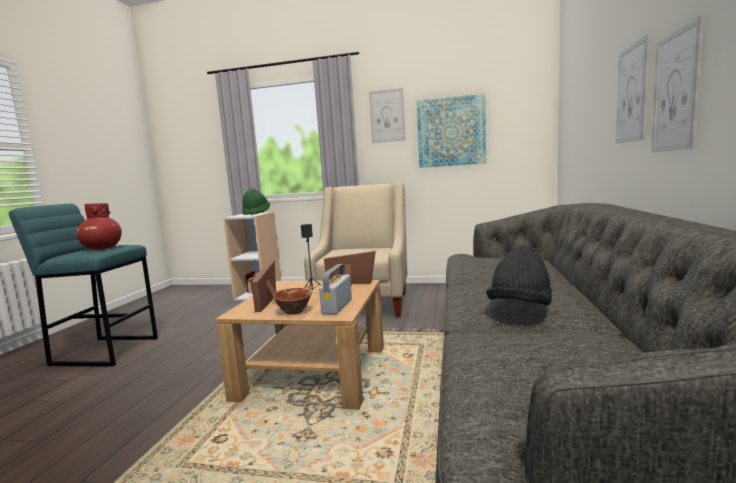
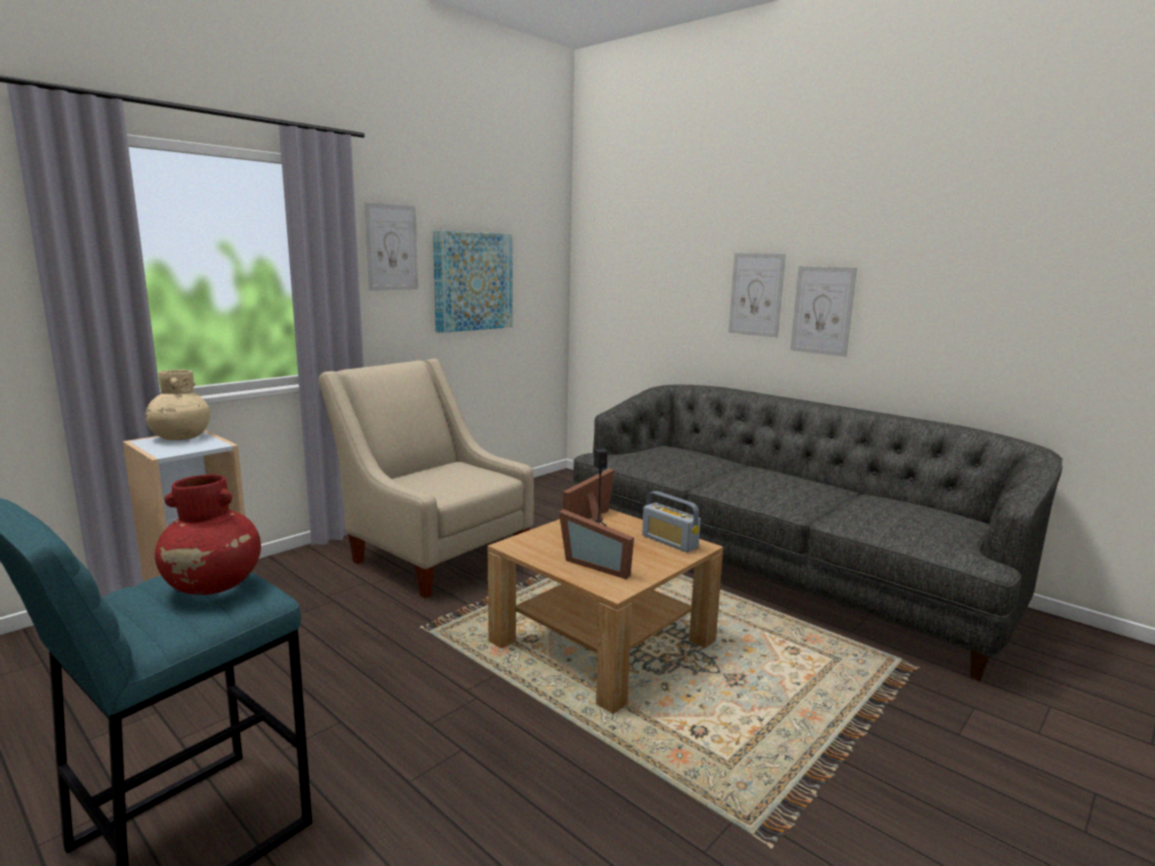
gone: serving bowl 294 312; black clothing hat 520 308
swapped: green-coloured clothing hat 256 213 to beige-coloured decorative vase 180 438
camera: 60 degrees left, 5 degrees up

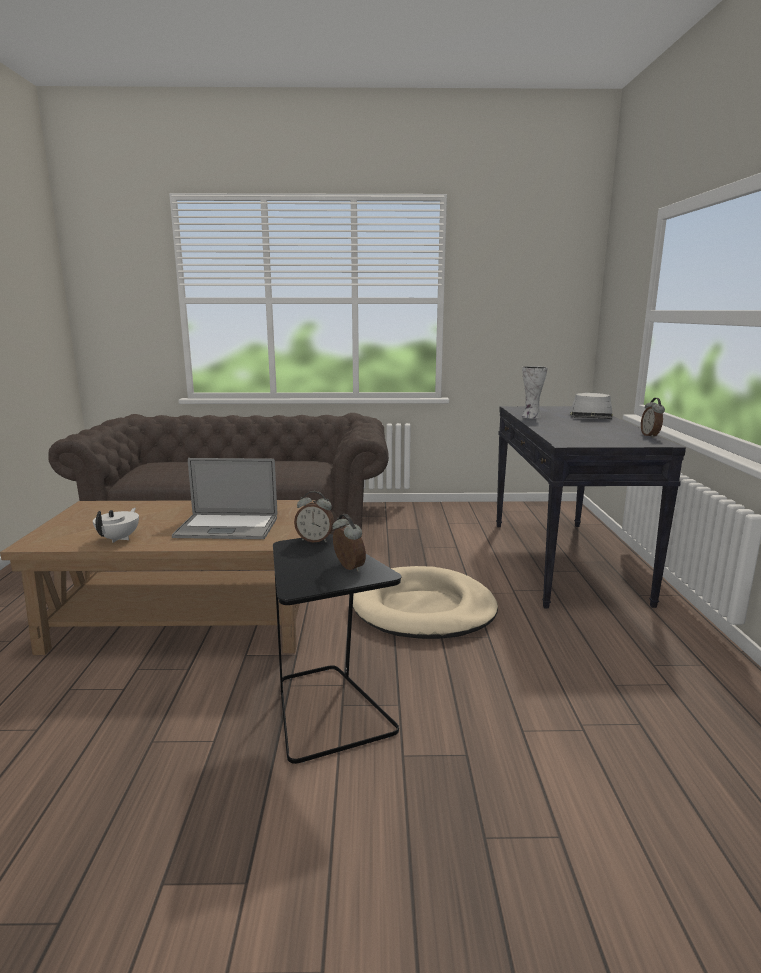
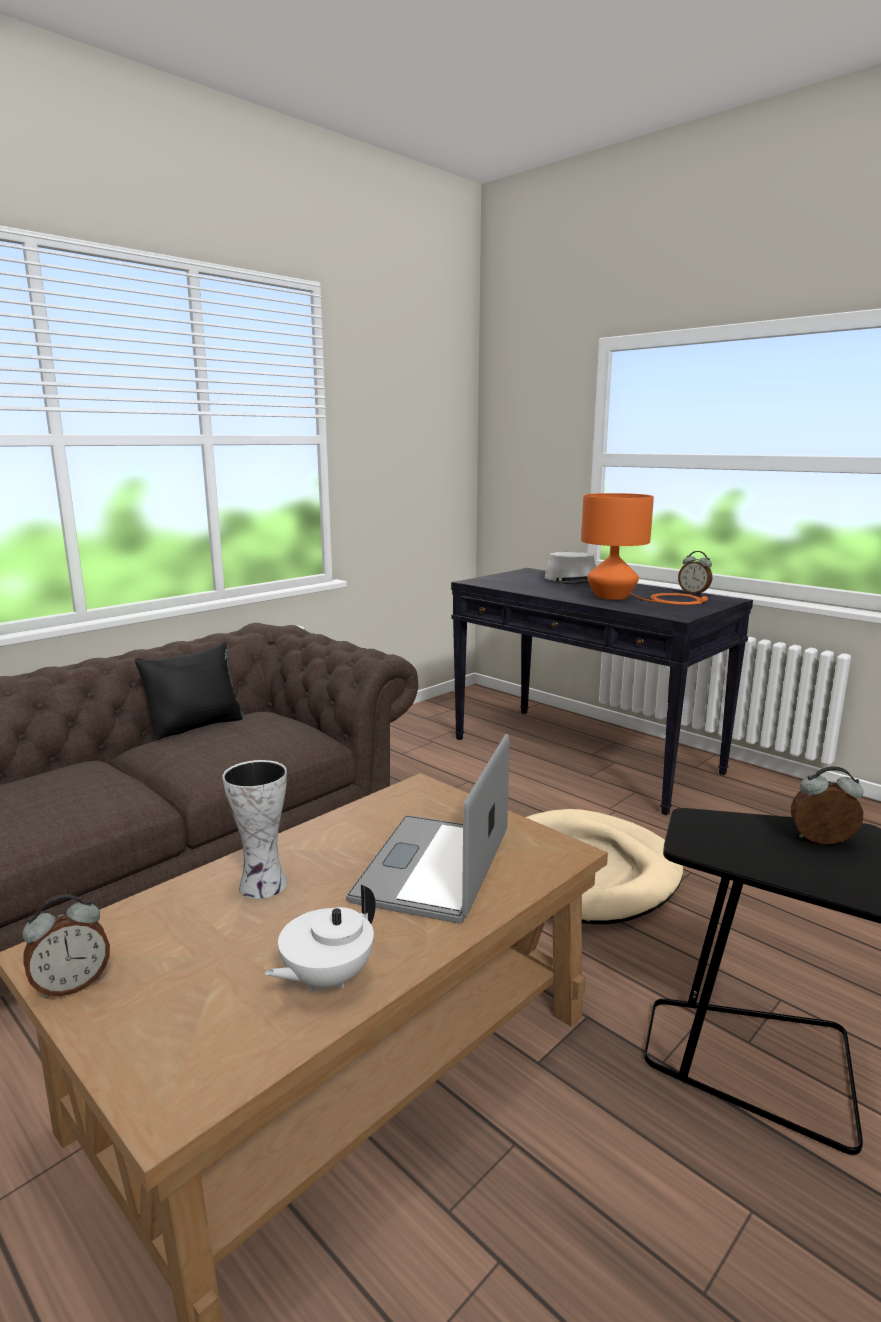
new: black cushion 196 726; orange-coloured table lamp 636 597
shifted: alarm clock 315 540 to 72 985; decorative vase 530 416 to 261 886
rotated: white-coloured teapot 119 538 = 326 978 105 degrees counterclockwise; laptop 227 527 = 433 866 150 degrees clockwise
camera: 45 degrees left, 0 degrees up

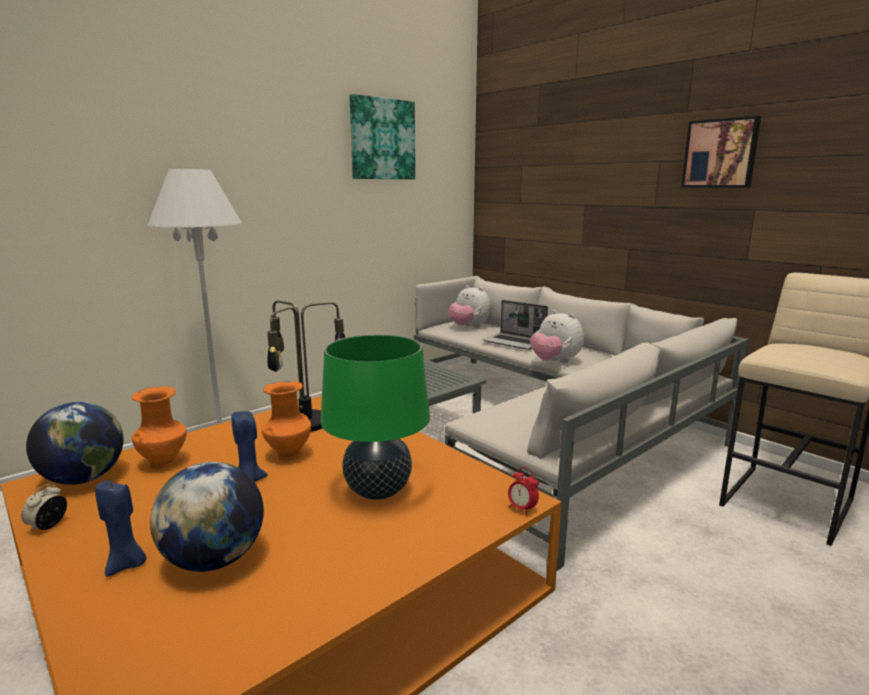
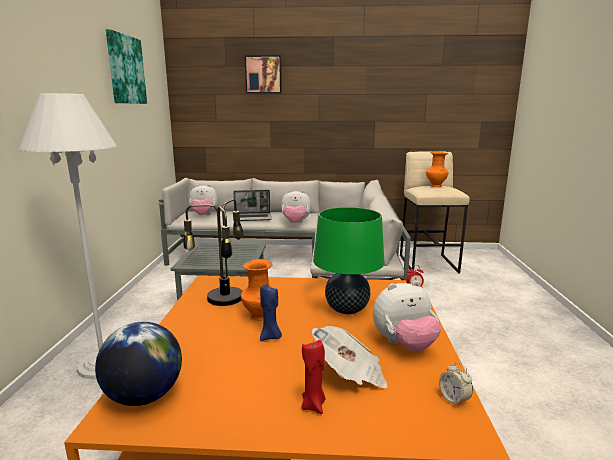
new: cuddly toy 404 345
shifted: alarm clock 48 526 to 454 399; orange-coloured decorative vase 164 463 to 435 186; wall art 720 153 to 263 74
swapped: world globe 214 559 to newspaper 350 374
repainted: bluish wax candle 127 565 to reddish wax candle 313 405
camera: 45 degrees left, 0 degrees up

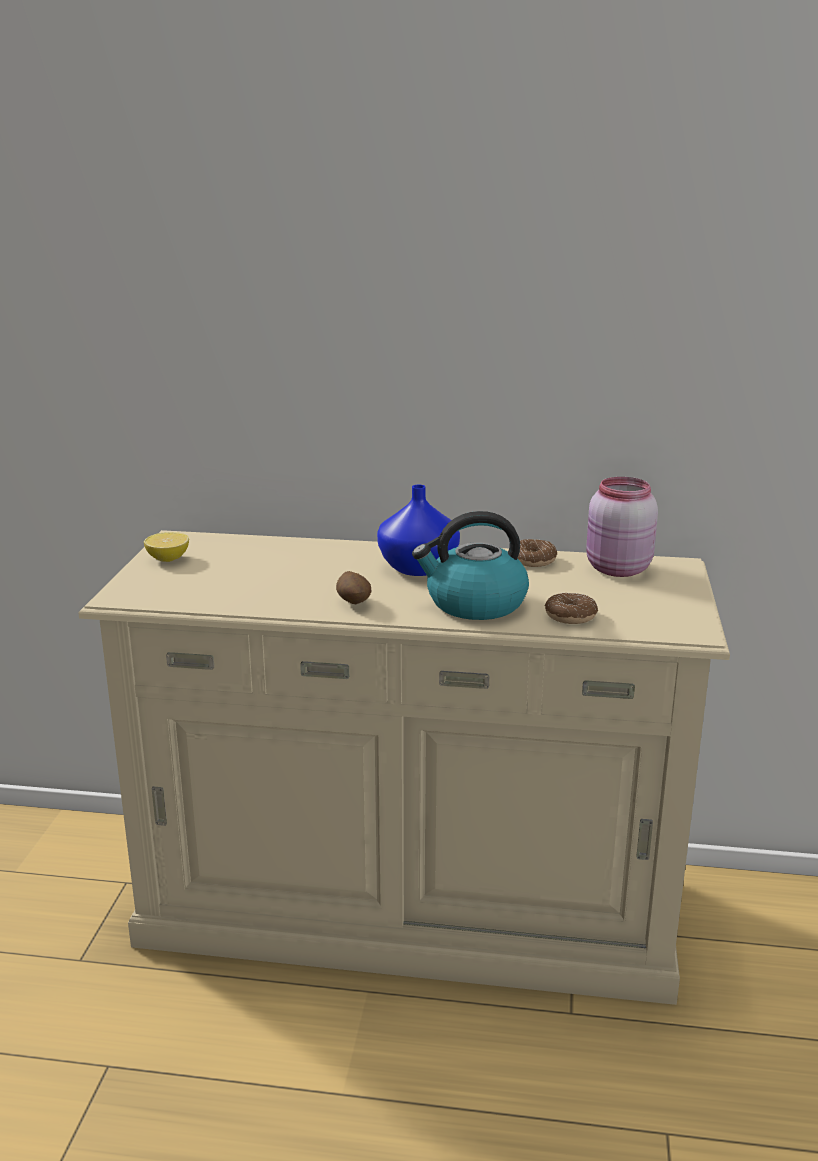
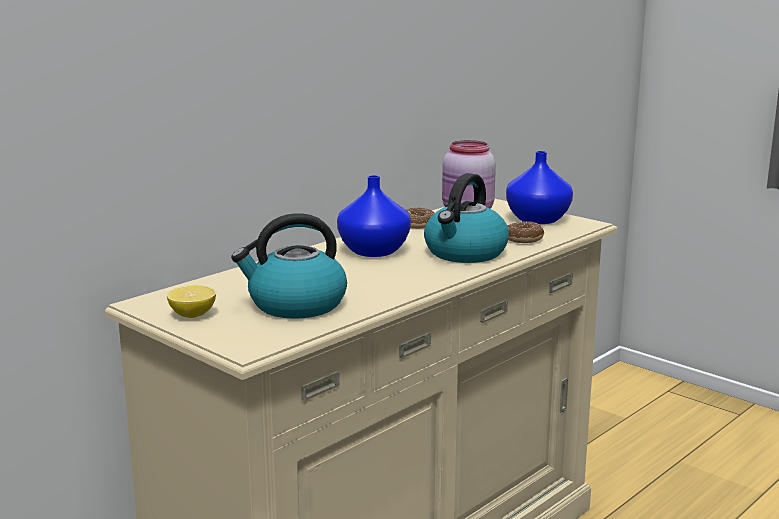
gone: spud 354 603
new: tea kettle 295 305; bluish decorative vase 536 219
camera: 55 degrees left, 5 degrees down

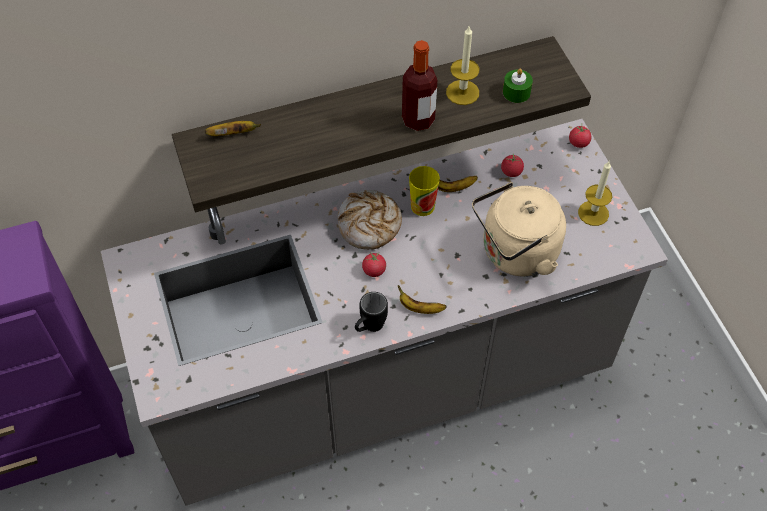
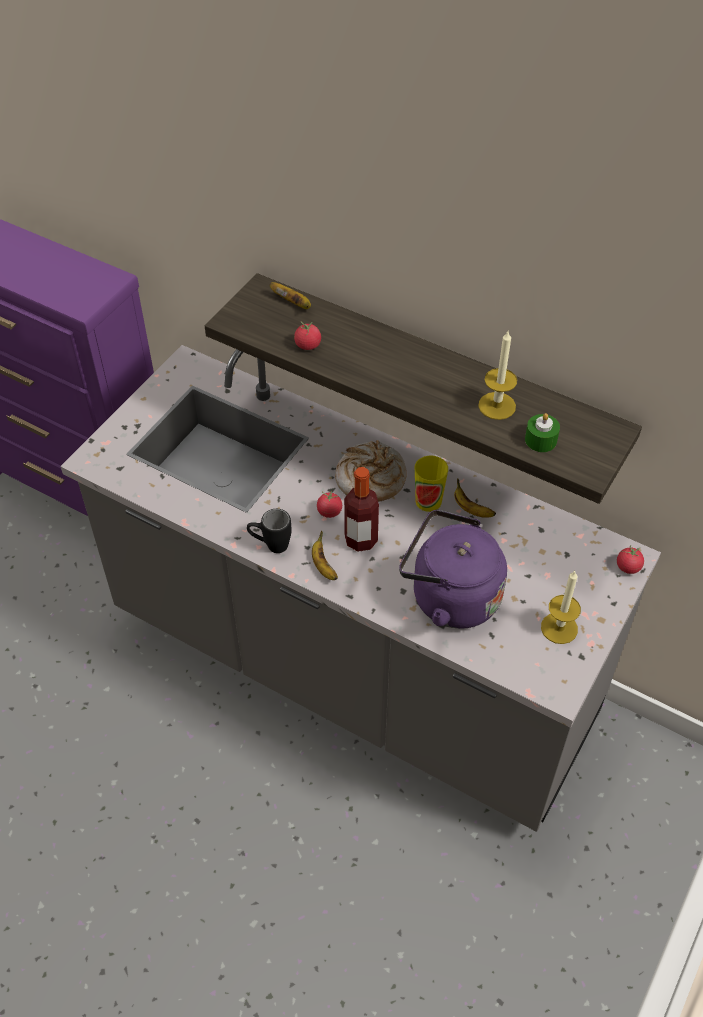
shifted: drink bottle 418 120 to 361 540; fresh tomato 511 172 to 308 345
repainted: beige-coloured tea kettle 515 253 to purplish tea kettle 449 597
camera: 50 degrees right, 5 degrees down

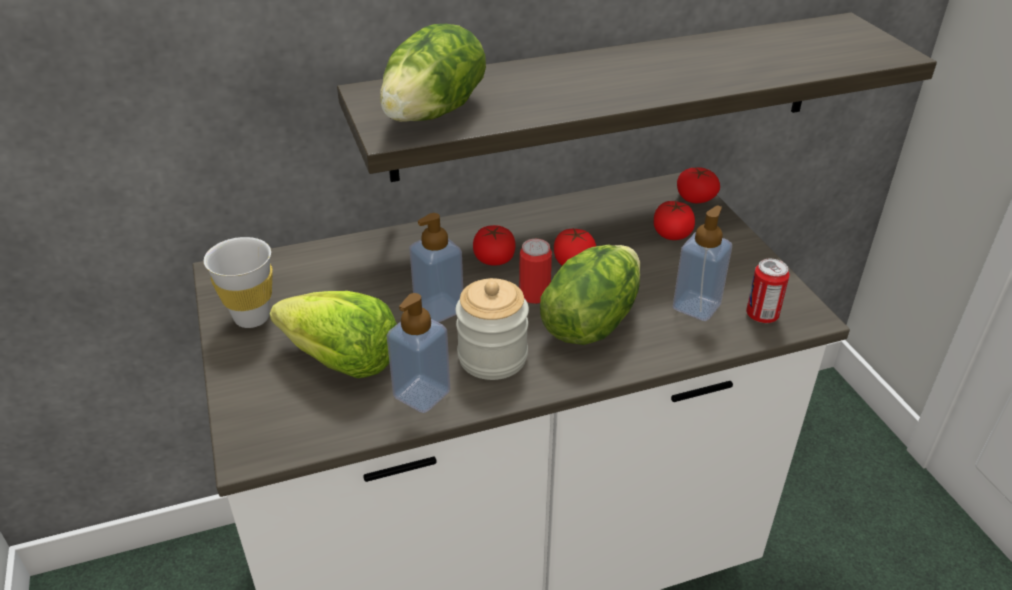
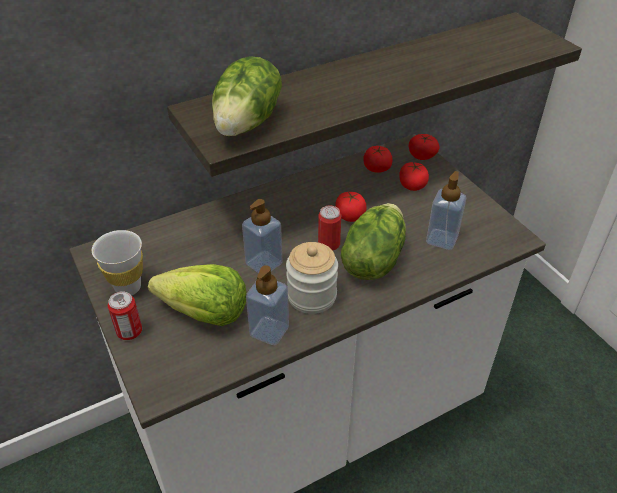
shifted: fresh tomato 494 258 to 377 168; sealed can 762 315 to 129 332
camera: 10 degrees left, 5 degrees up

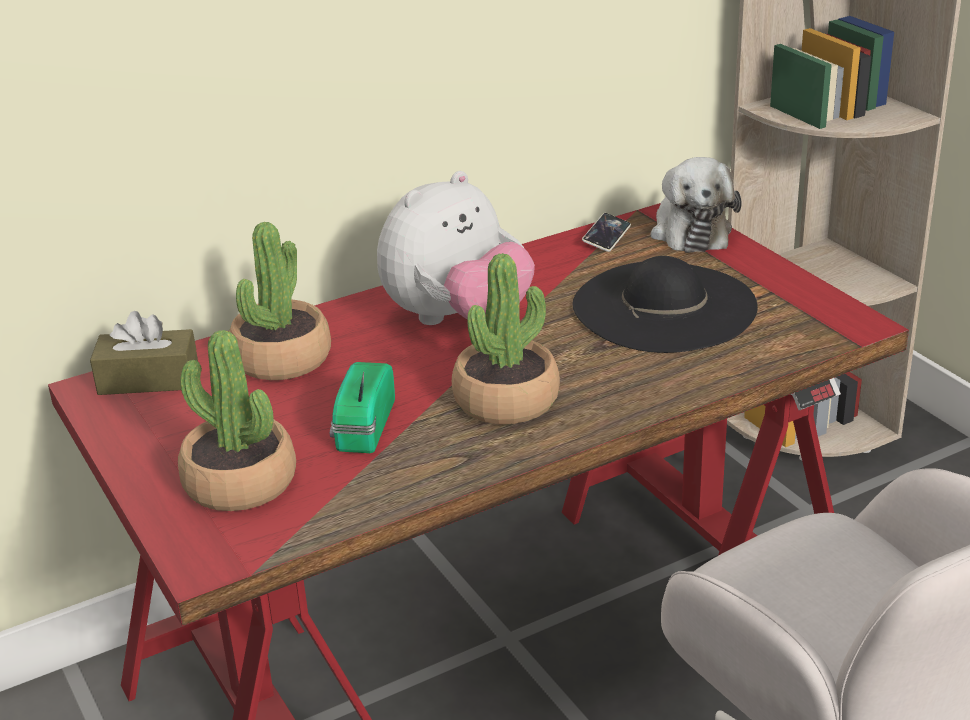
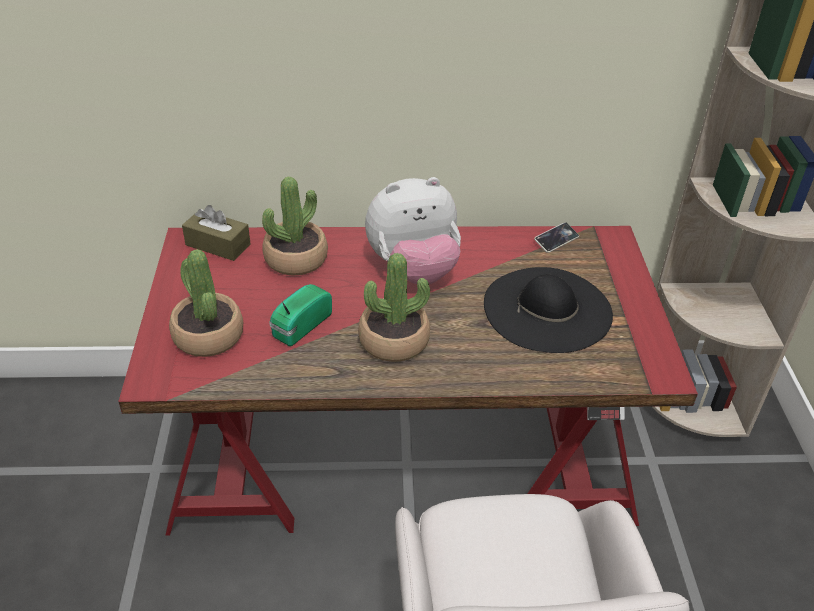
gone: cuddly toy 690 231
camera: 25 degrees right, 10 degrees up

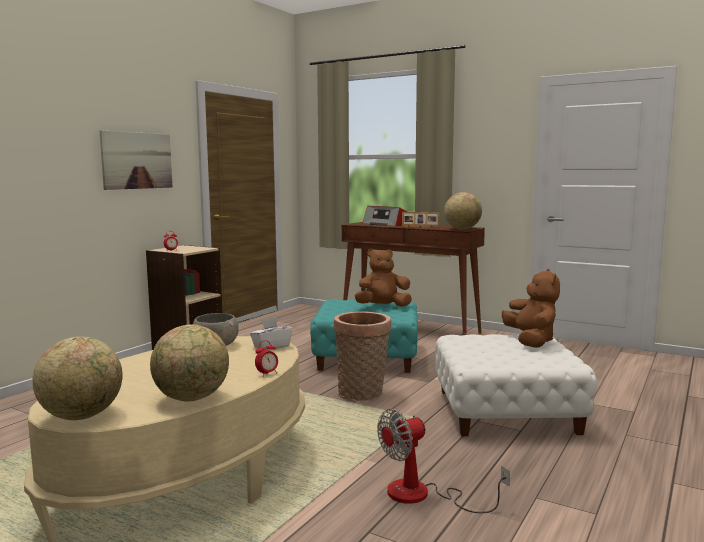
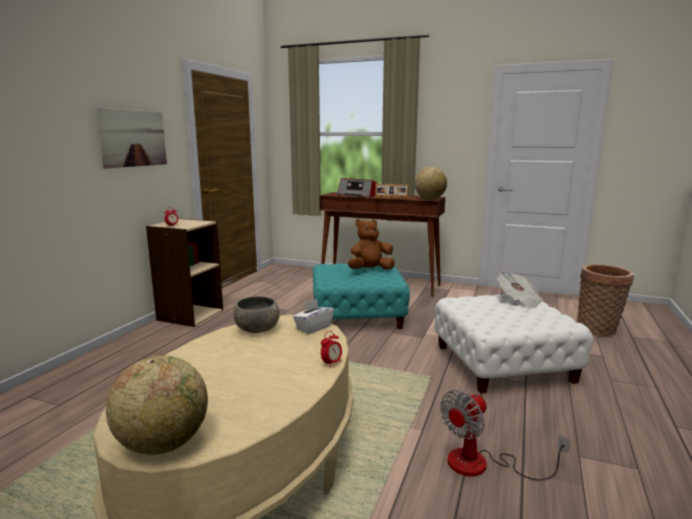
gone: world globe 192 398
shifted: storage basket 362 394 to 598 330
swapped: brown-coloured cuddly toy 531 341 to newspaper 518 301
camera: 10 degrees left, 5 degrees up

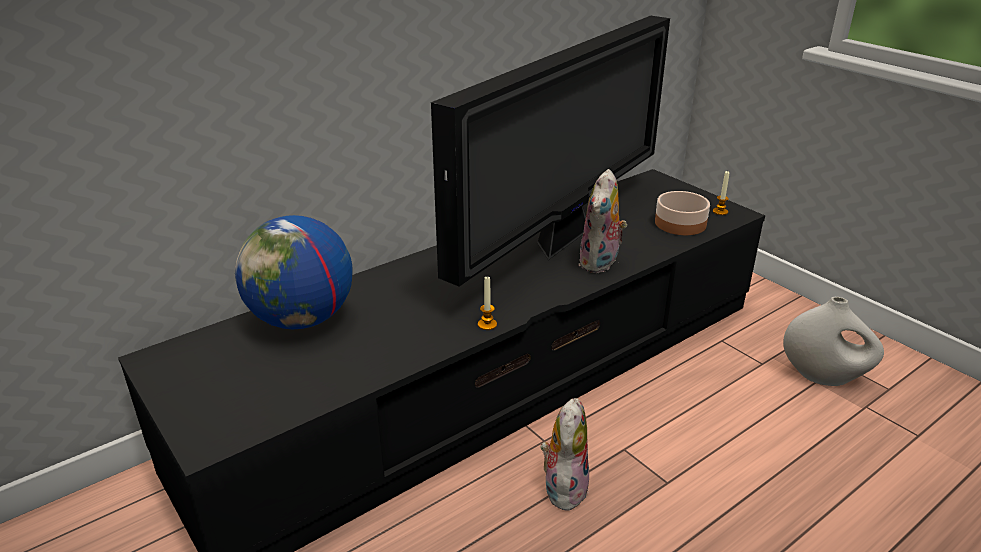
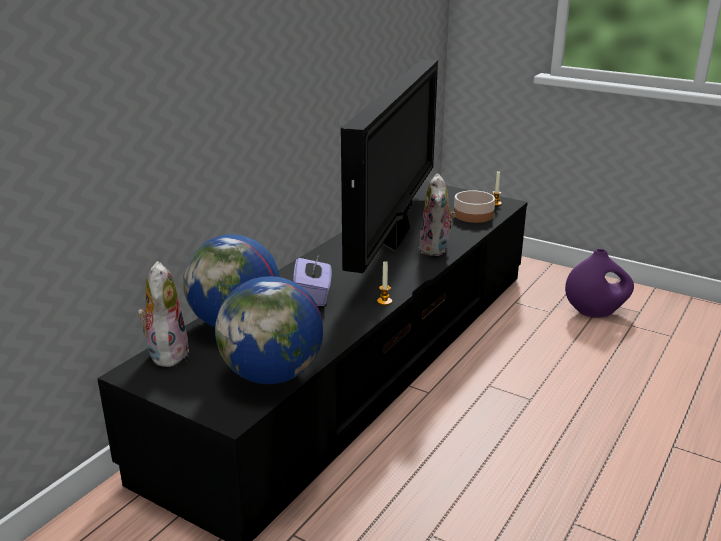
new: world globe 272 375; purplish tissue box 313 296
shifted: cuddly toy 563 487 to 166 352
repainted: white-coloured decorative vase 823 377 to purplish decorative vase 595 312
camera: 20 degrees left, 5 degrees down

